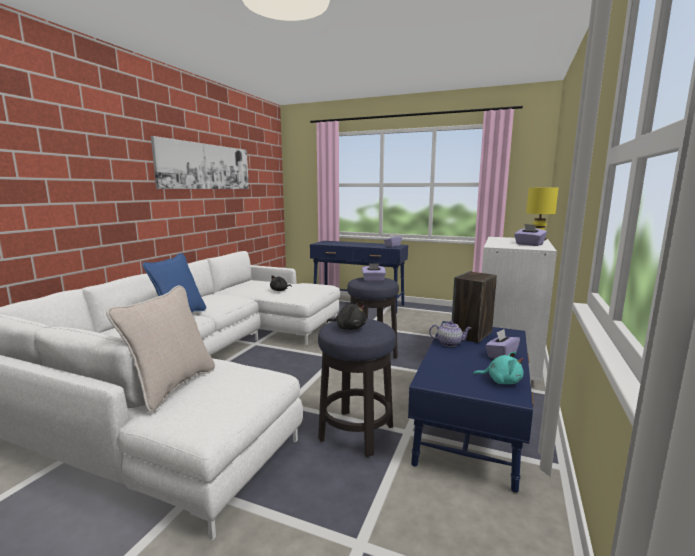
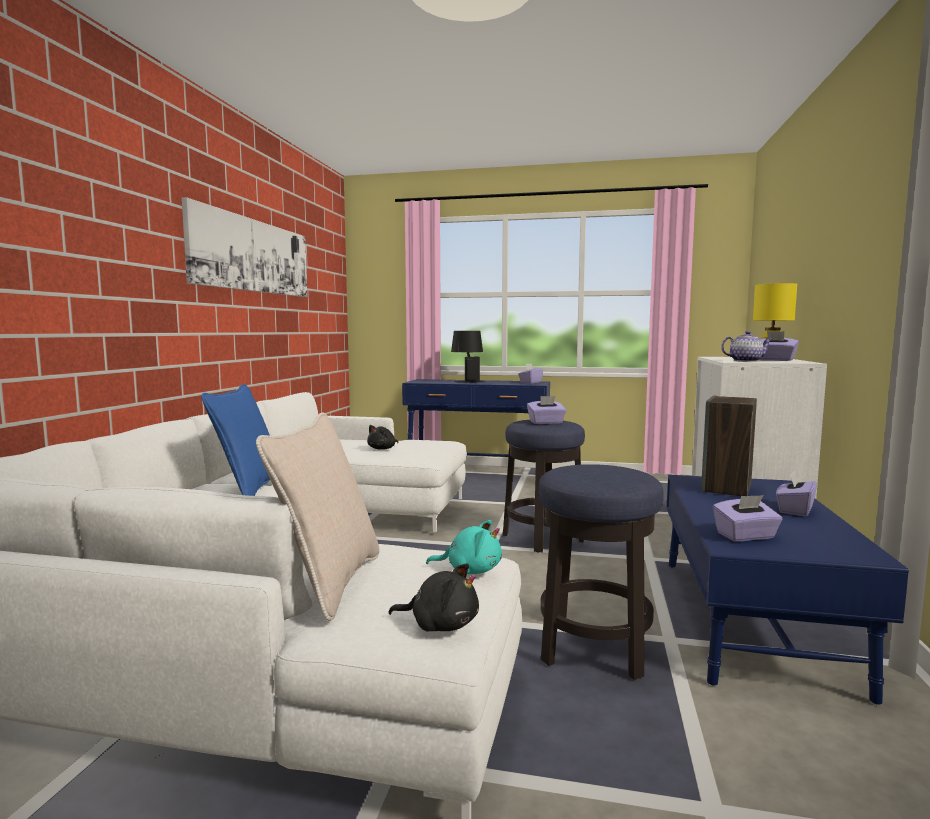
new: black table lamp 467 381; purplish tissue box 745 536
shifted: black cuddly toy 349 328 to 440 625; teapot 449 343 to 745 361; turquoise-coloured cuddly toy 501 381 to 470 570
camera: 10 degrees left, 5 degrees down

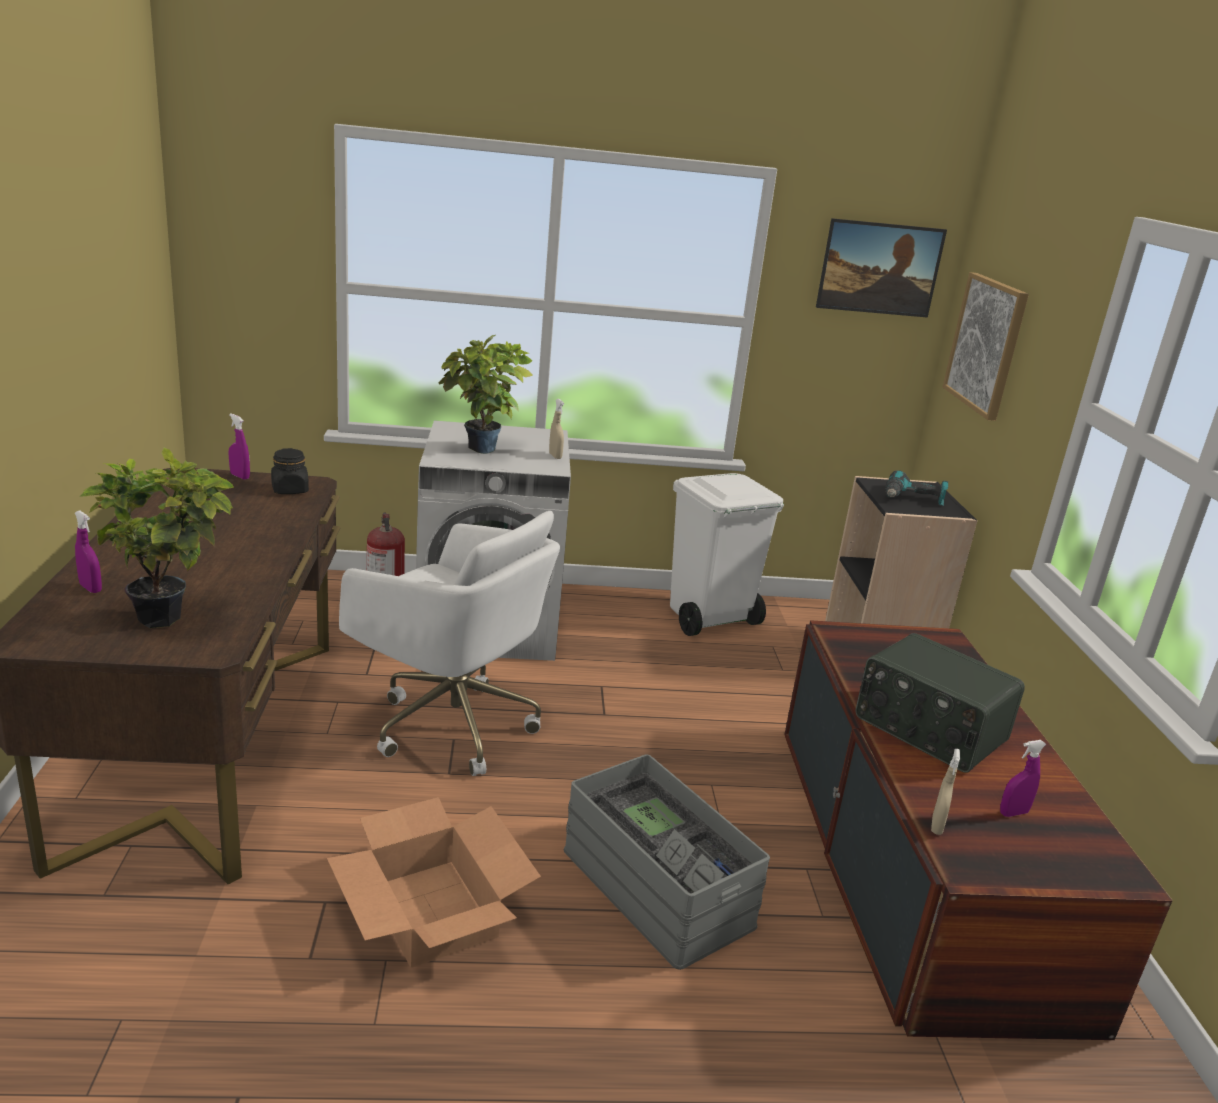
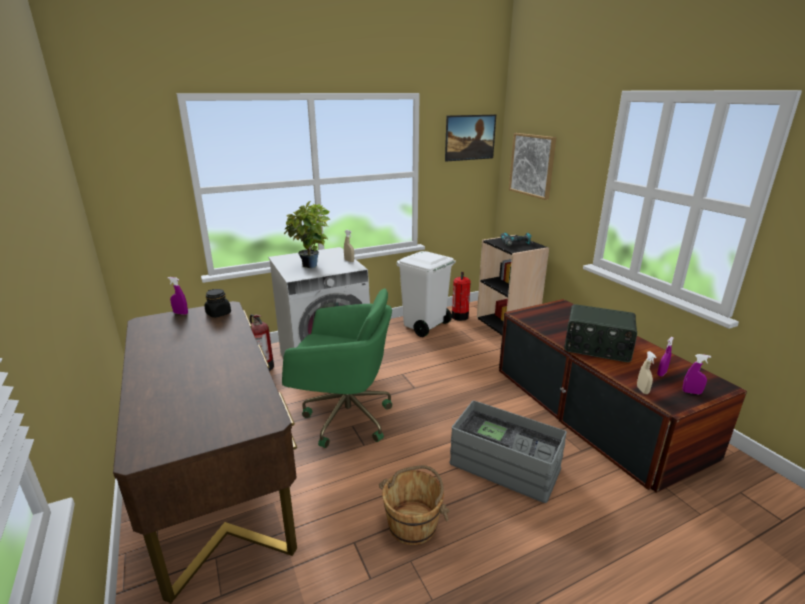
gone: plant in a pot 171 617
new: extinguisher 460 316
shifted: purplish hand sprayer 90 588 to 691 392
swapped: cardboard box 432 912 to brown-coloured pail 413 523
repainted: white-coloured desk chair 448 725 to green-coloured desk chair 344 419
camera: 20 degrees left, 0 degrees up

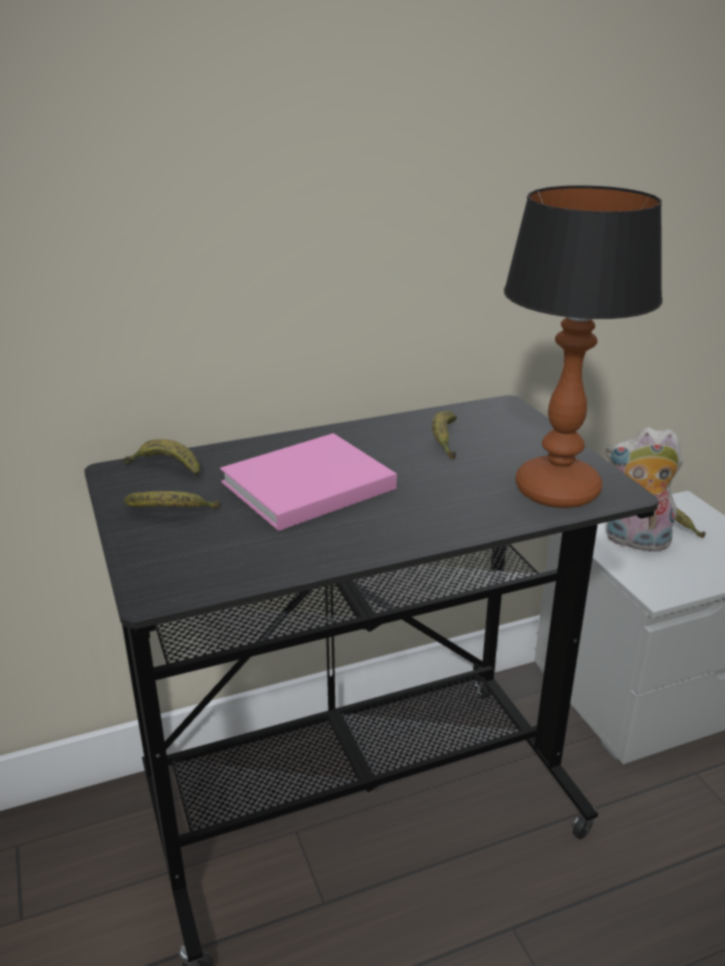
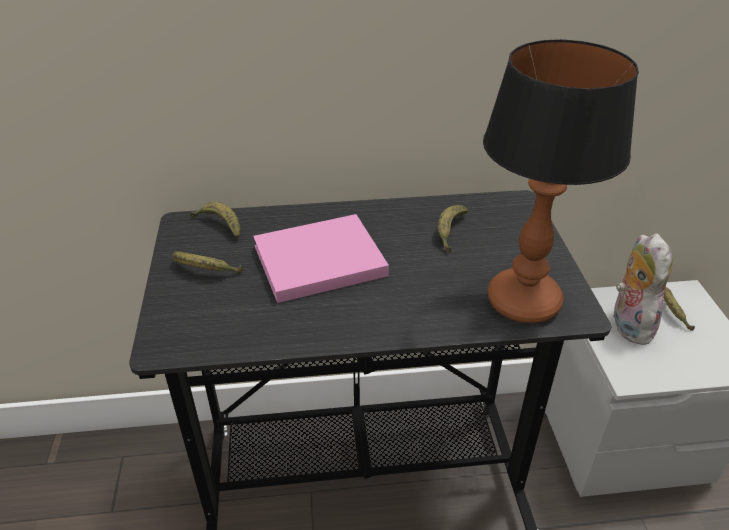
rotated: cuddly toy 635 541 = 627 324 60 degrees clockwise
camera: 15 degrees right, 10 degrees up

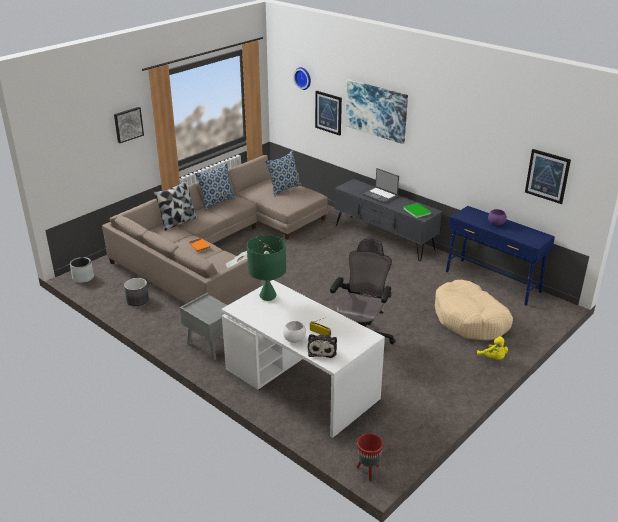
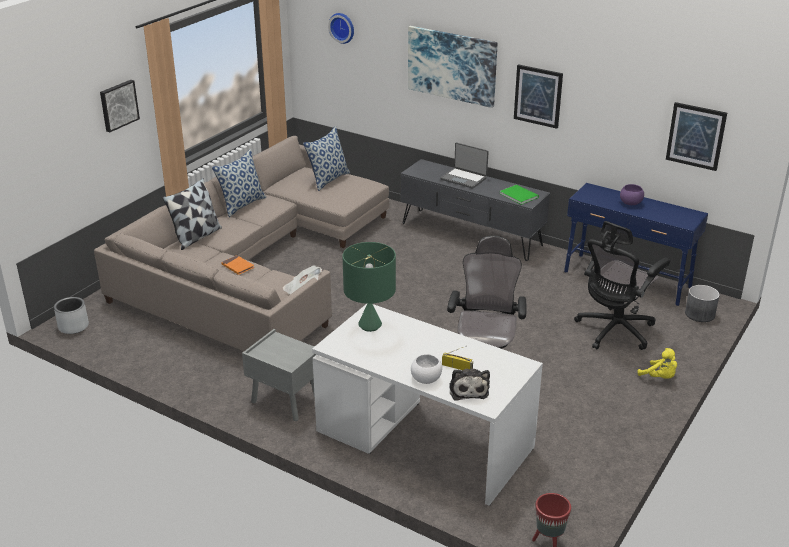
shifted: grey planter 137 300 to 699 314; wall art 328 112 to 538 96
swapped: beige-coloured pet bed 470 320 to desk chair 615 331
camera: 10 degrees left, 0 degrees up

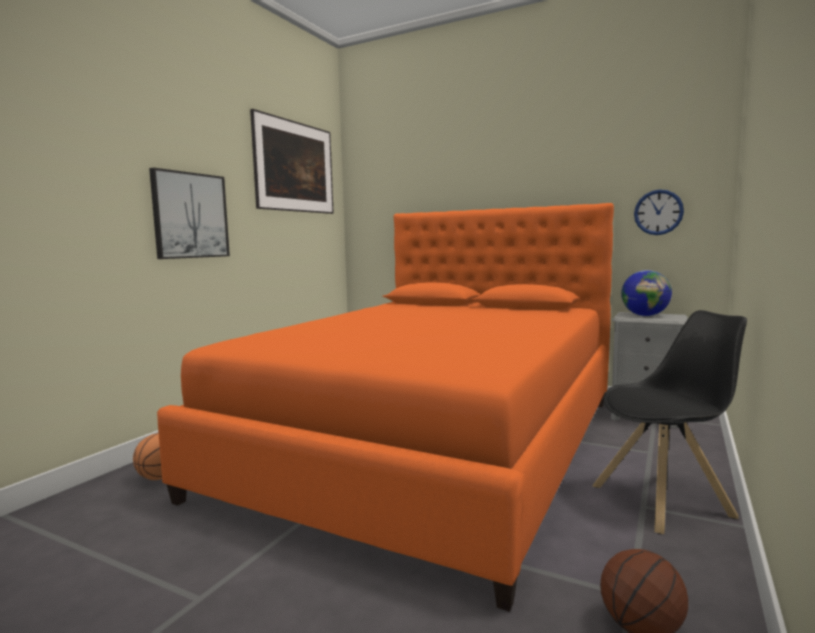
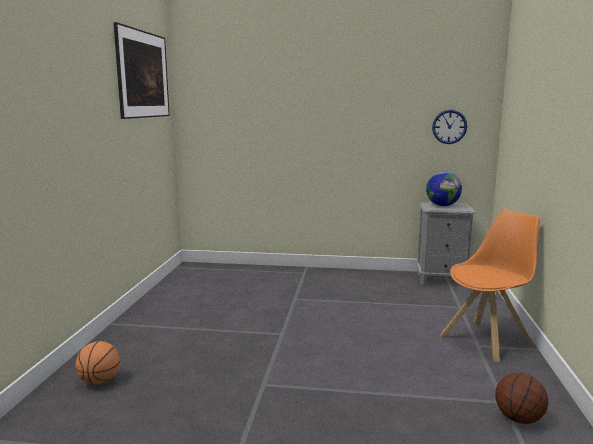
gone: wall art 190 215; orange-coloured sleeping bed 433 443
repainted: black chair 664 500 to orange-coloured chair 487 339
camera: 20 degrees left, 5 degrees up

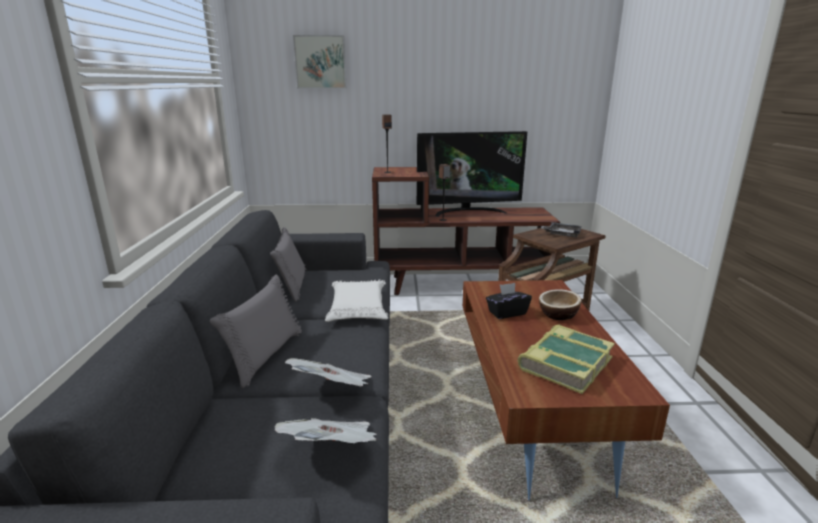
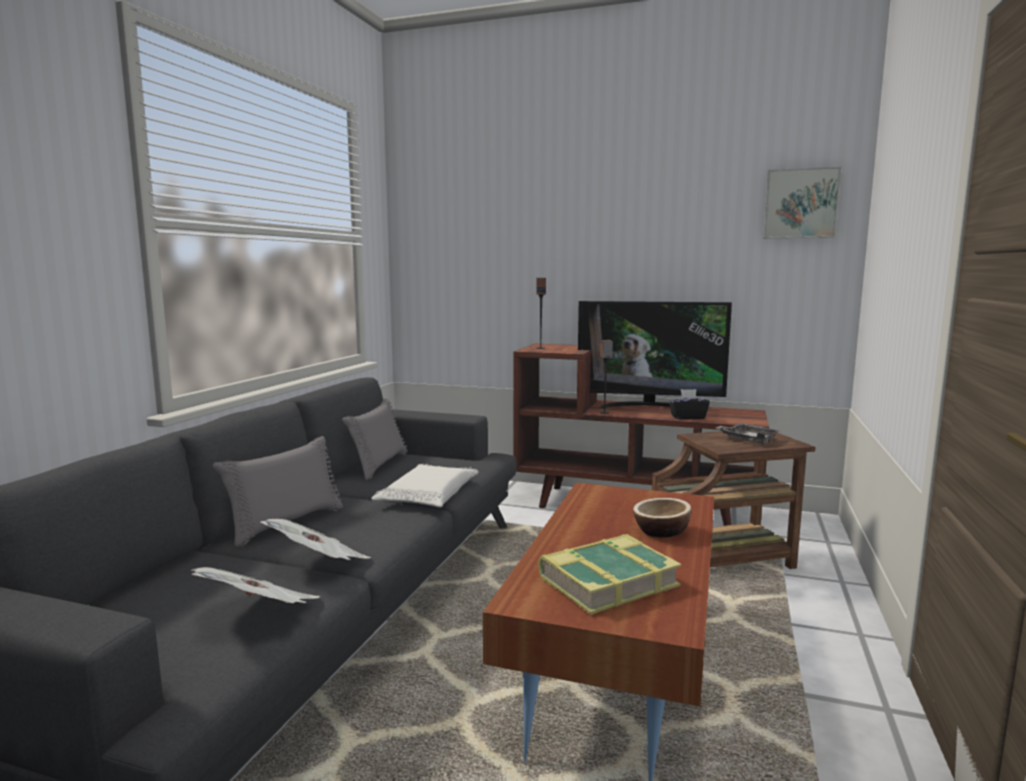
shifted: wall art 320 62 to 800 204; black tissue box 507 313 to 687 417
camera: 20 degrees right, 10 degrees down

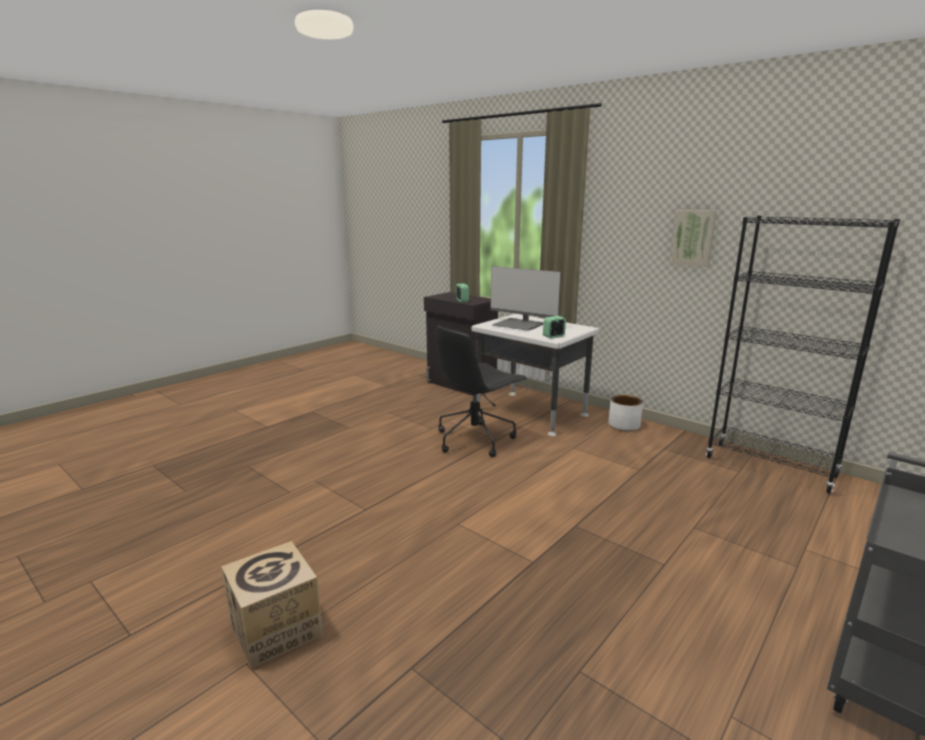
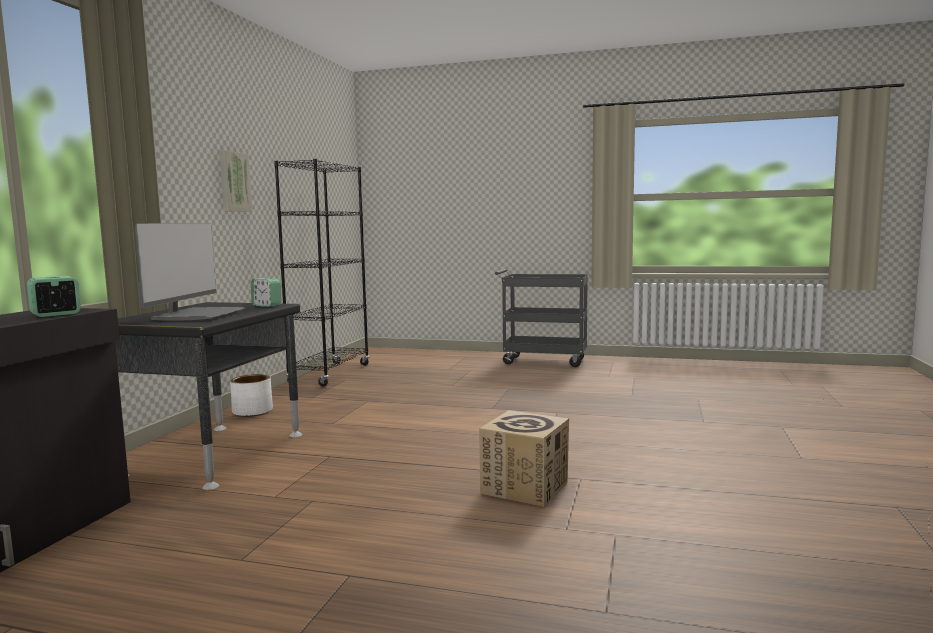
gone: black desk chair 477 439
shifted: cardboard box 276 629 to 525 487
repainted: white-coloured desk 531 412 to black desk 215 453
camera: 115 degrees left, 10 degrees down

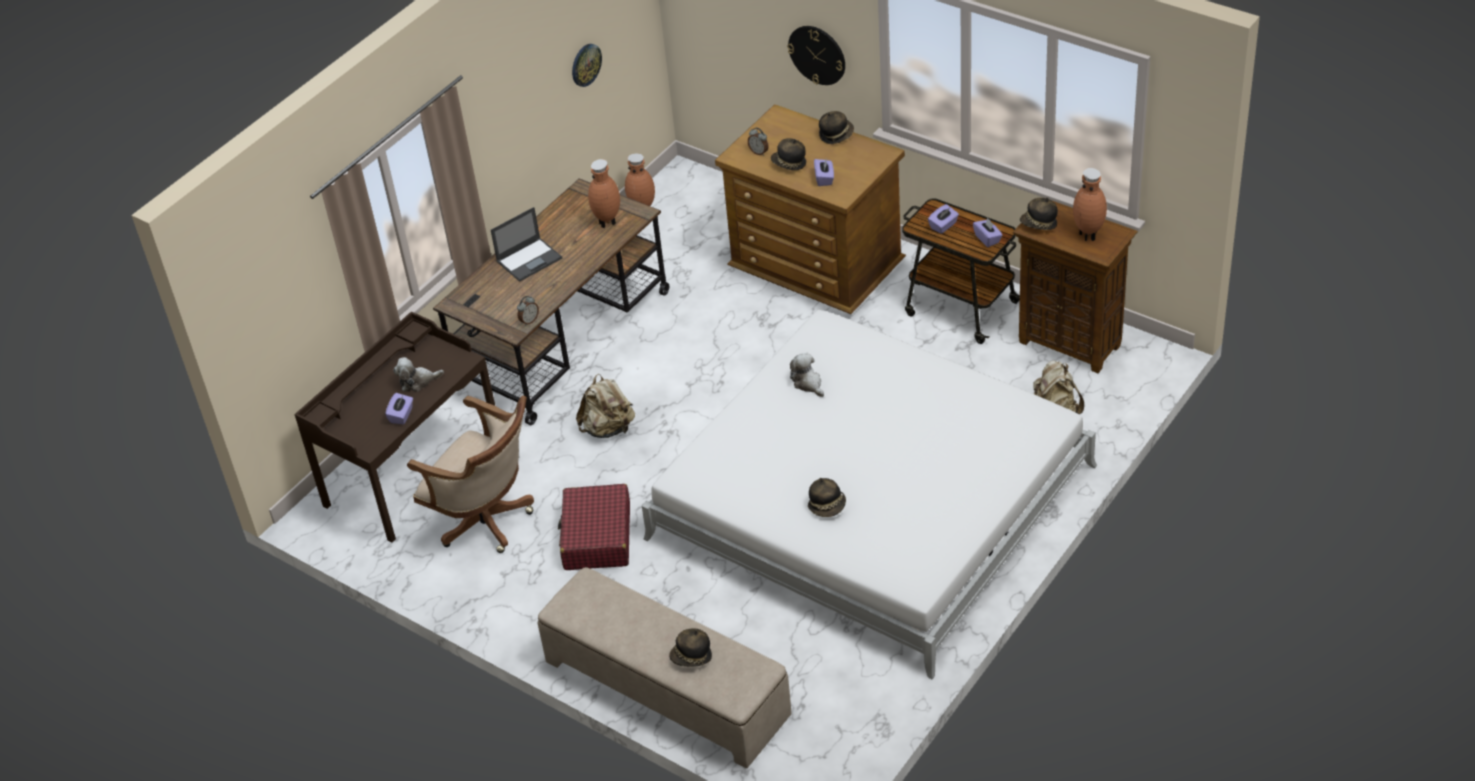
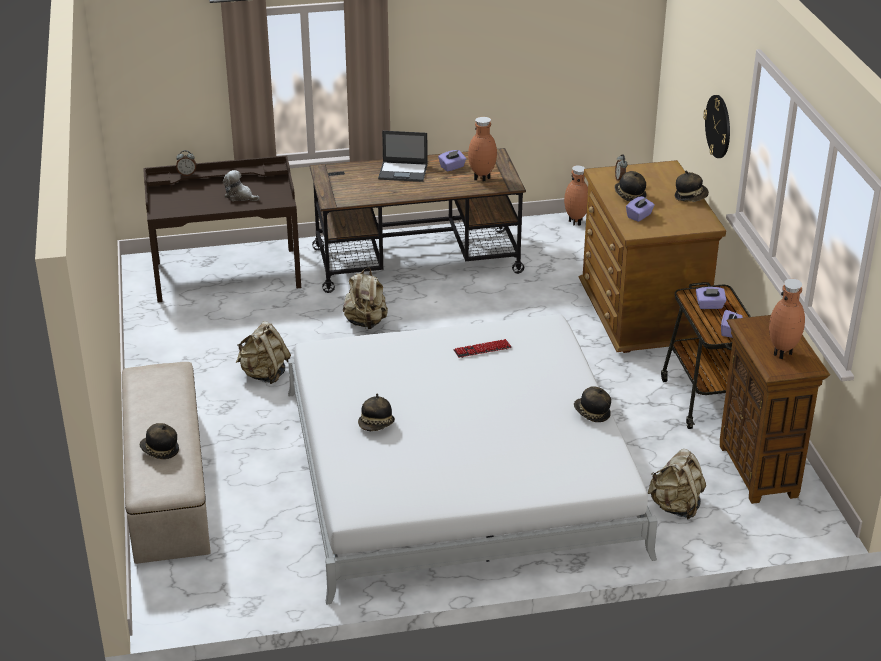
gone: desk chair 488 523; hanging clock 585 64
shifted: purplish tissue box 401 415 to 452 167; alarm clock 529 320 to 187 174; clothing hat 1038 224 to 591 413
swapped: reddish travel case 597 537 to beige-coloured backpack 264 374; cuddly toy 808 383 to PC keyboard 482 349
camera: 40 degrees right, 10 degrees down

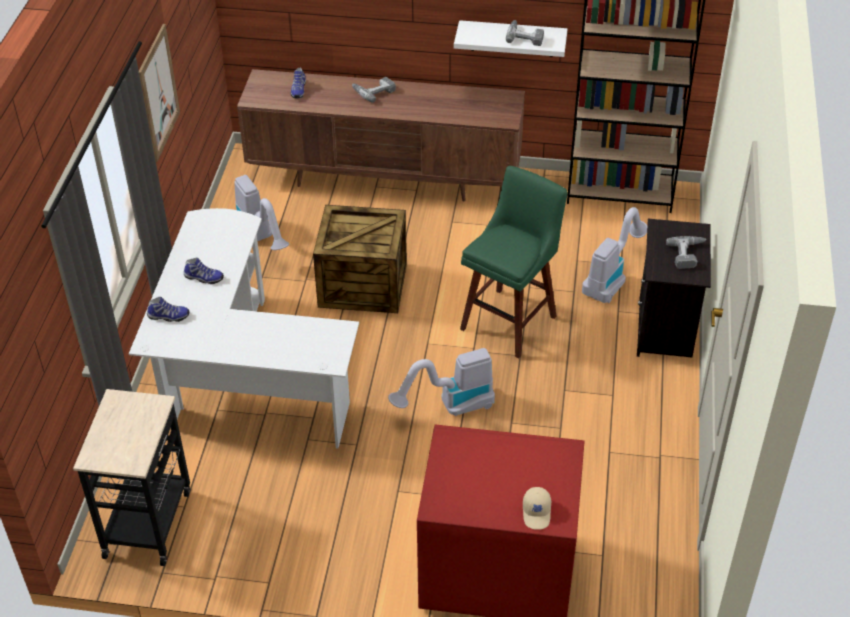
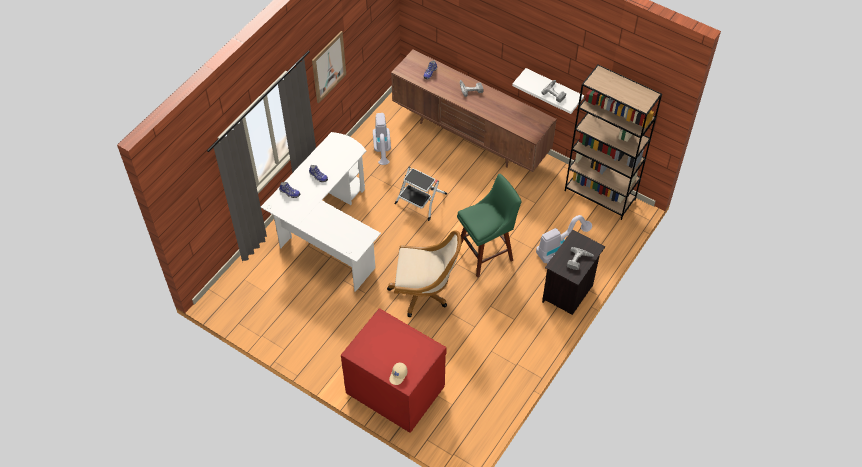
gone: cart 147 522
swapped: shipping crate 363 284 to step stool 421 200; hoover 450 407 to desk chair 424 291
camera: 25 degrees right, 10 degrees up

